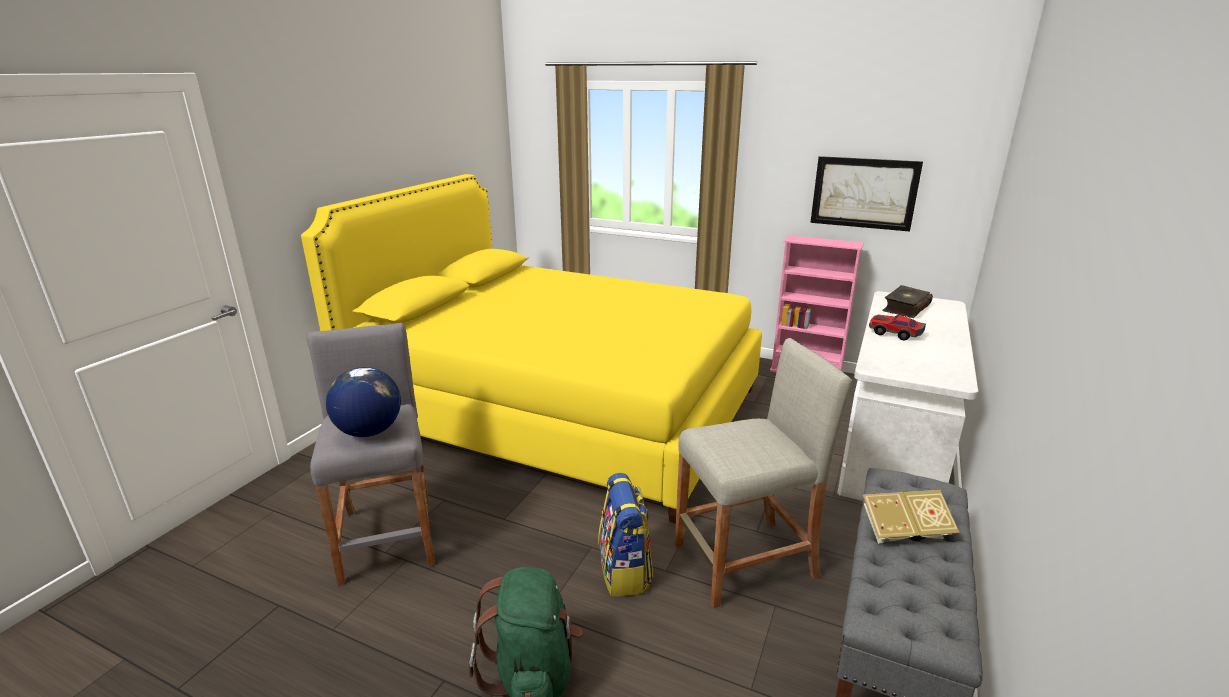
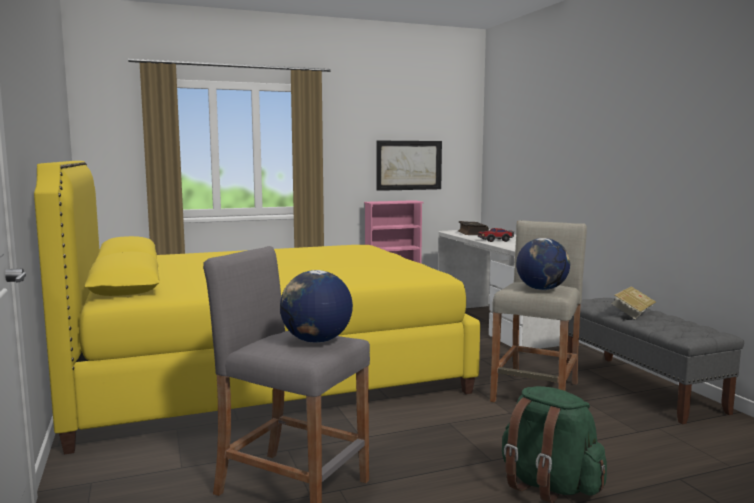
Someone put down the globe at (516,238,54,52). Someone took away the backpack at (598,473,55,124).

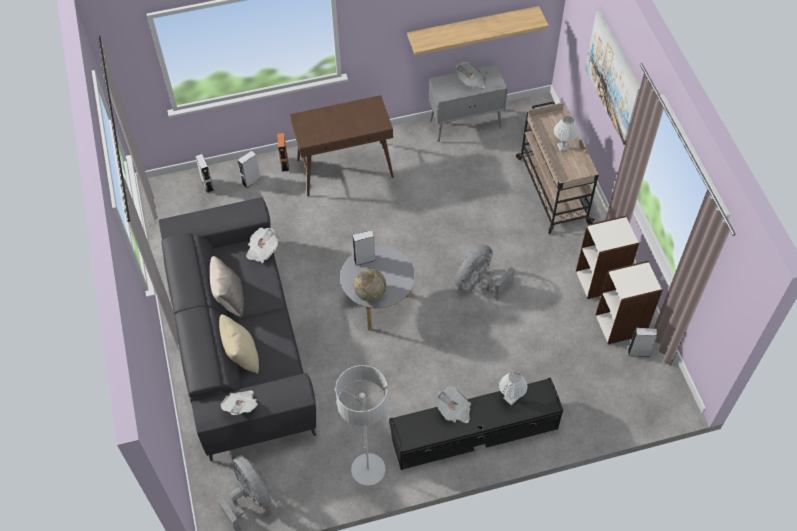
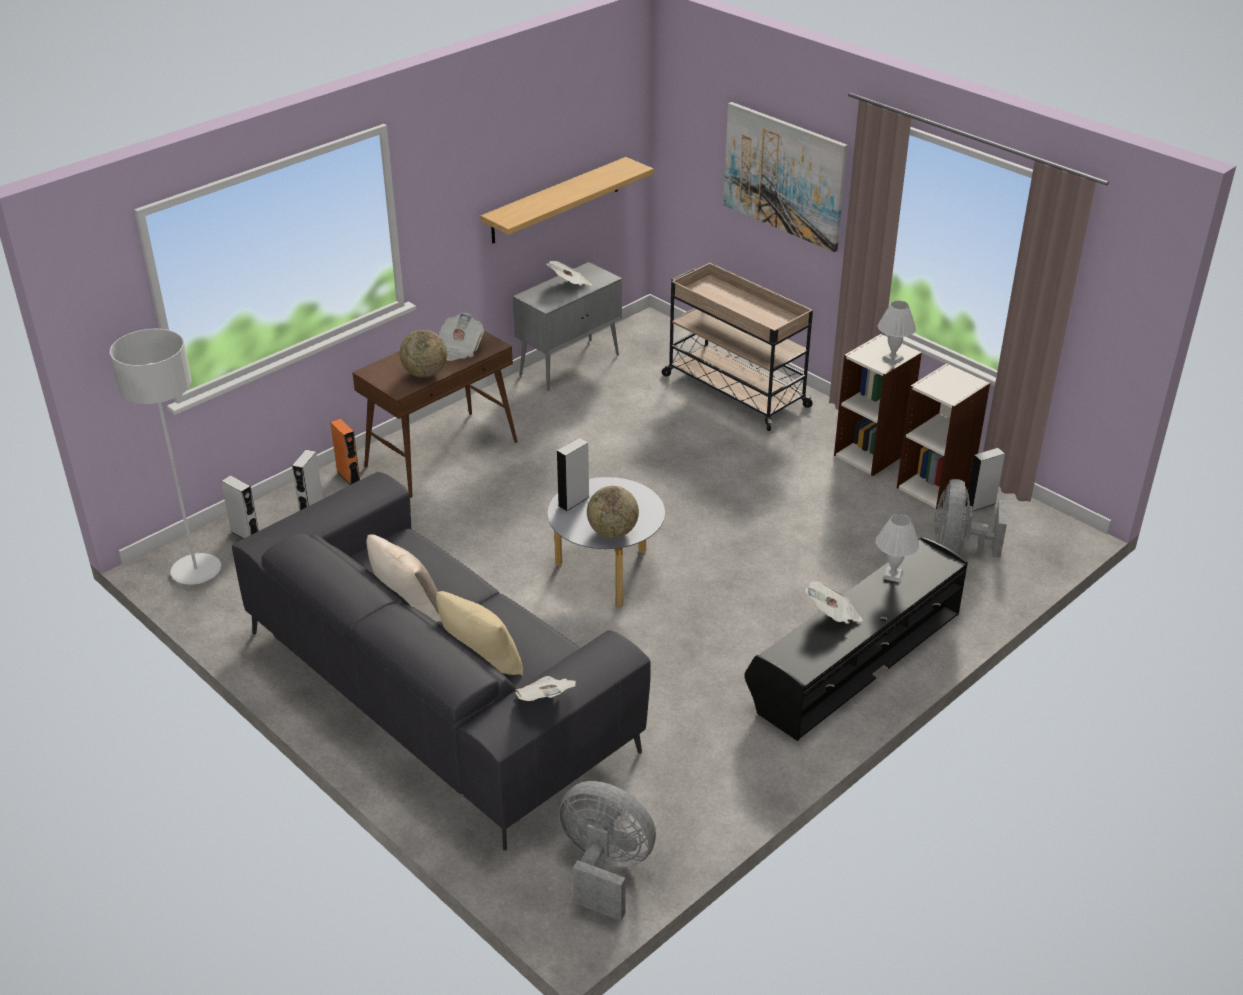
Someone carried the floor lamp (grey) from (335,365,53,120) to (110,329,111,256). Someone put down the globe at (400,330,47,48). Someone carried the newspaper from (246,228,32,35) to (438,313,46,48). Someone carried the table lamp (white) from (554,116,25,36) to (878,301,38,64). Someone carried the fan (grey) from (455,244,60,56) to (934,479,73,79).

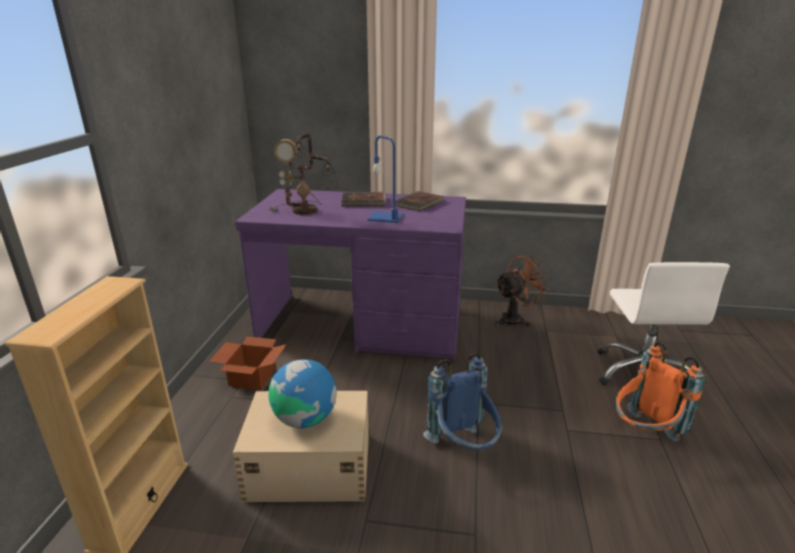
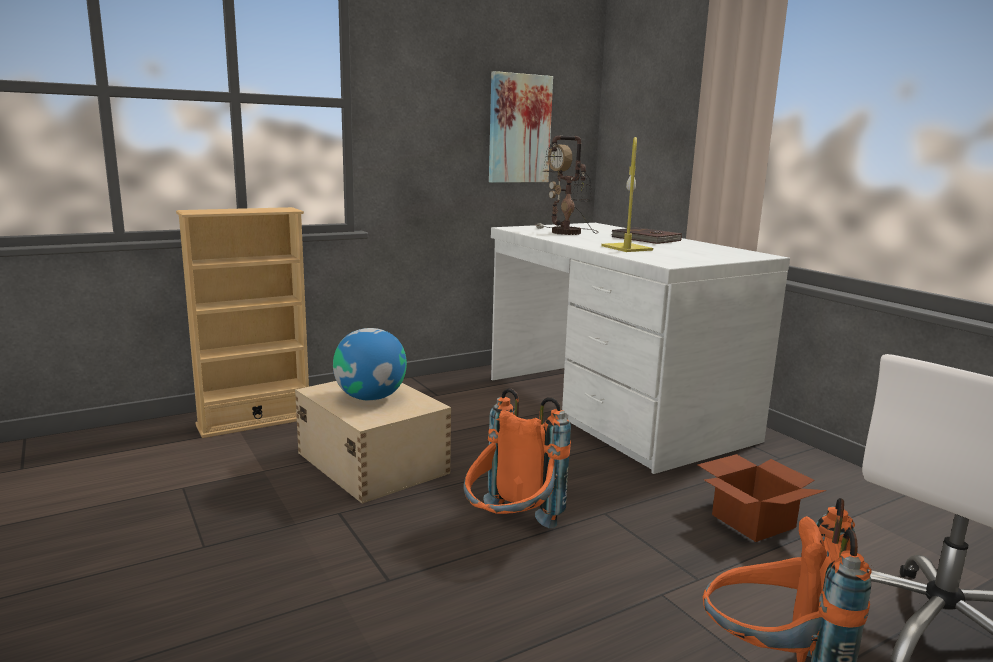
Someone repainted the backpack (blue) at (423,352,79,98), which became the backpack (orange) at (463,388,108,140). Someone put up the picture at (489,71,64,112). Someone repainted the desk (purple) at (235,189,231,172), which became the desk (white) at (491,223,299,251). Someone repainted the table lamp (blue) at (368,135,35,88), which became the table lamp (yellow) at (601,137,52,115). Someone carried the cardboard box from (209,336,78,54) to (698,454,129,88). Someone took away the book (brown) at (395,191,50,21). Someone took away the fan (brown) at (495,254,55,73).

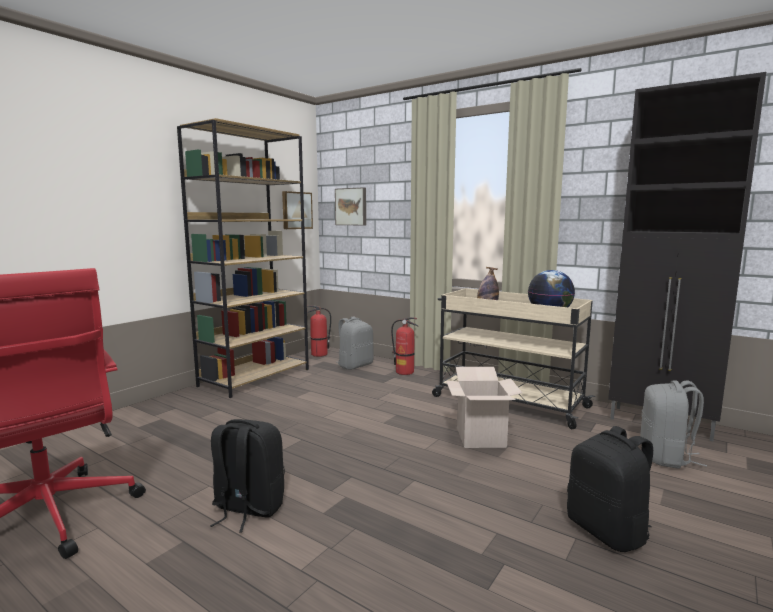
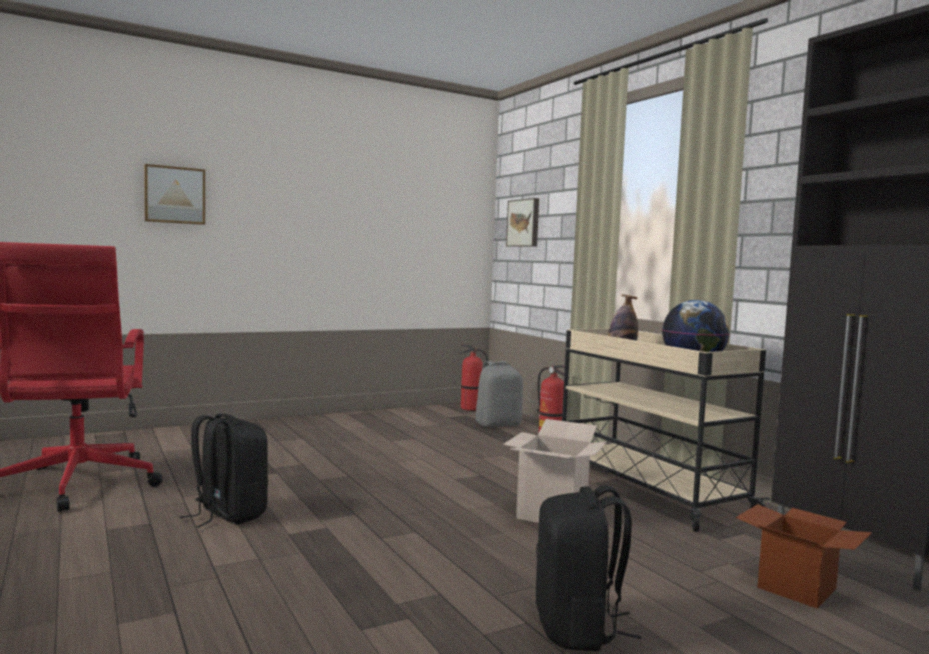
Someone carried the picture from (282,191,31,38) to (144,164,61,61). Someone swapped the backpack (grey) at (640,380,67,89) for the cardboard box at (736,504,136,105). Someone took away the bookcase (brown) at (177,118,132,280).

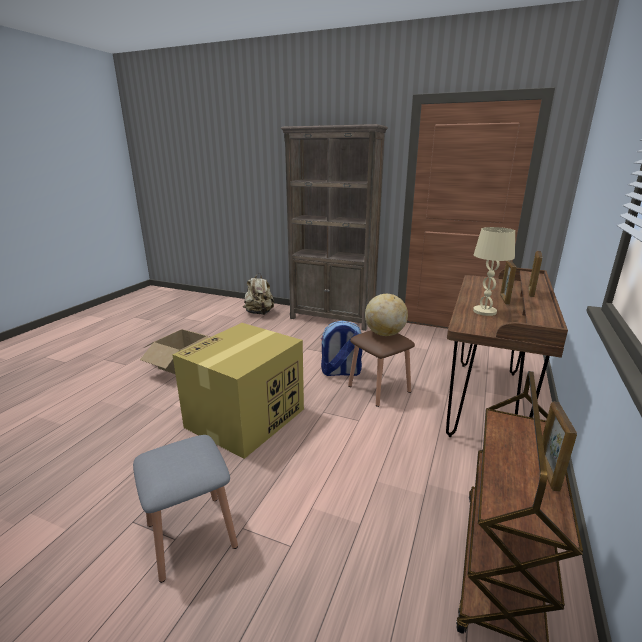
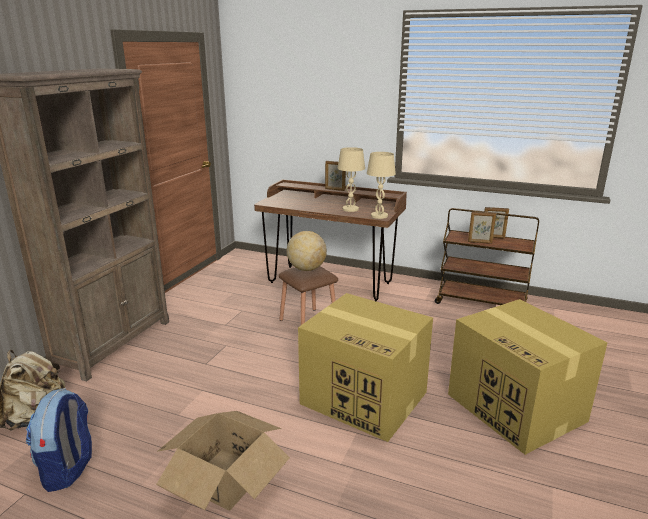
Someone carried the backpack from (321,321,41,55) to (26,388,66,104). Someone put down the table lamp (beige) at (367,152,29,67). Someone swapped the stool (grey) at (133,435,105,148) for the cardboard box at (448,299,160,156). Someone carried the picture frame from (500,260,17,45) to (468,211,28,33).

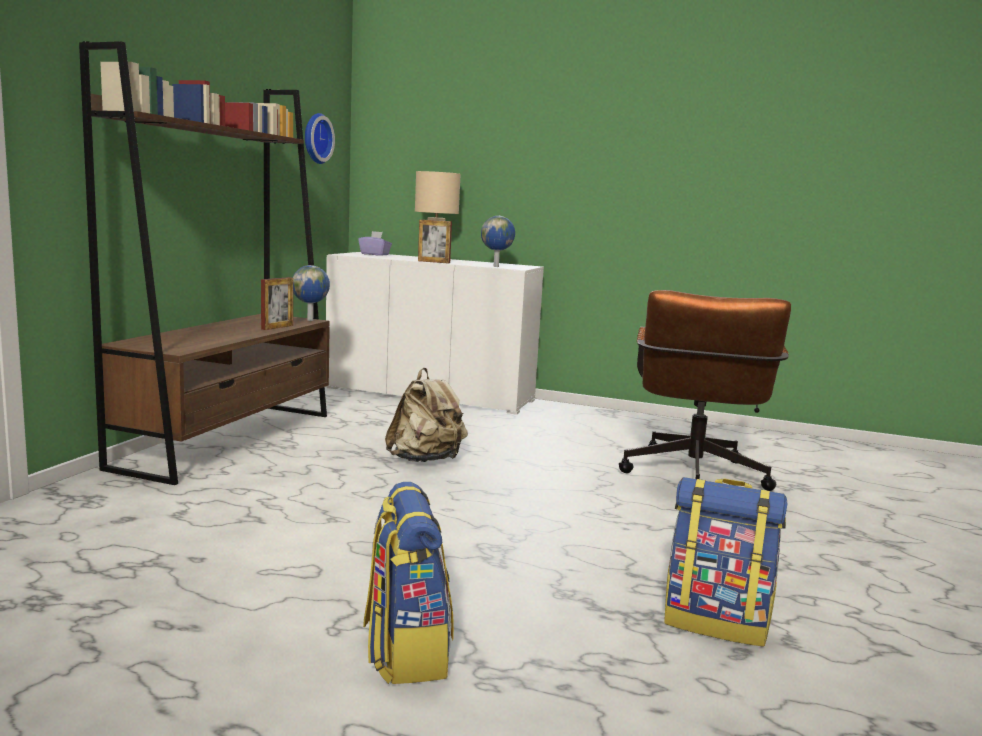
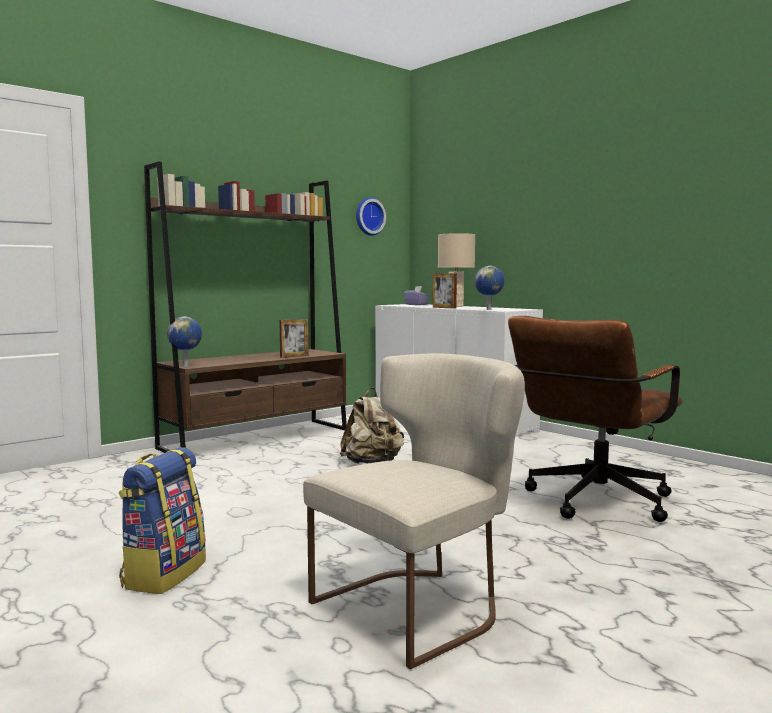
Someone carried the globe from (292,265,38,56) to (167,317,35,49). Someone swapped the backpack at (664,477,123,170) for the chair (beige) at (303,353,222,316).

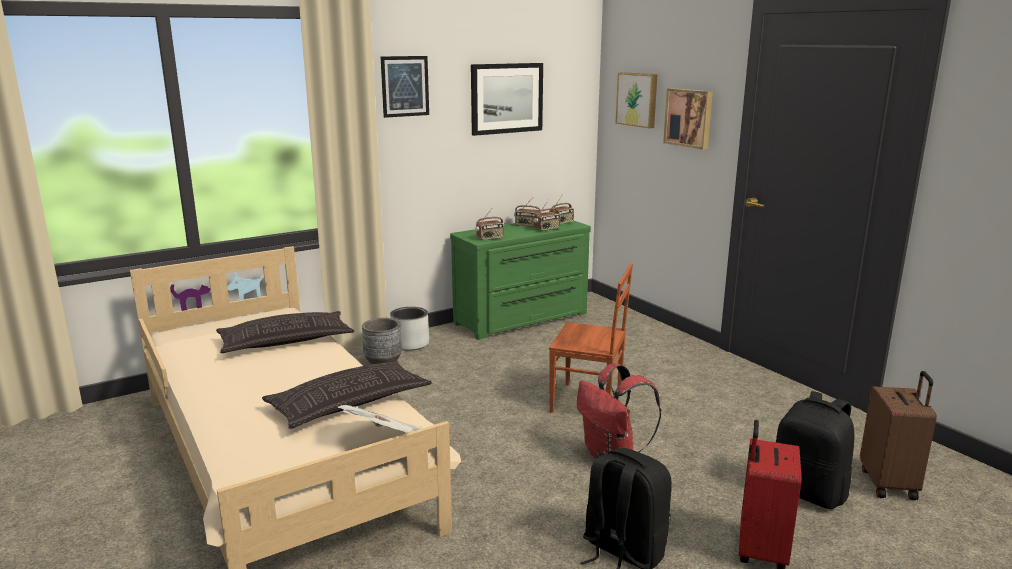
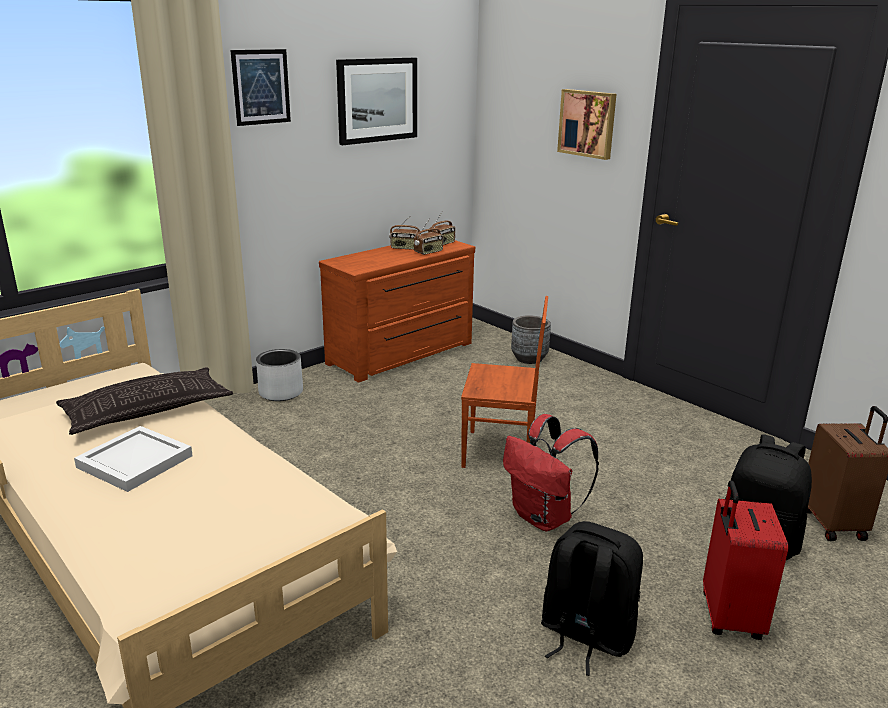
Someone put down the tray (white) at (74,426,119,66). Someone repainted the dresser (green) at (450,220,141,120), which became the dresser (brown) at (319,240,156,143). Someone carried the planter (grey) from (362,318,40,46) to (511,315,40,49). Someone took away the pillow at (262,359,170,70). Someone took away the newspaper at (338,405,85,28). Someone took away the radio at (475,209,29,31). Someone took away the picture at (615,72,43,56).

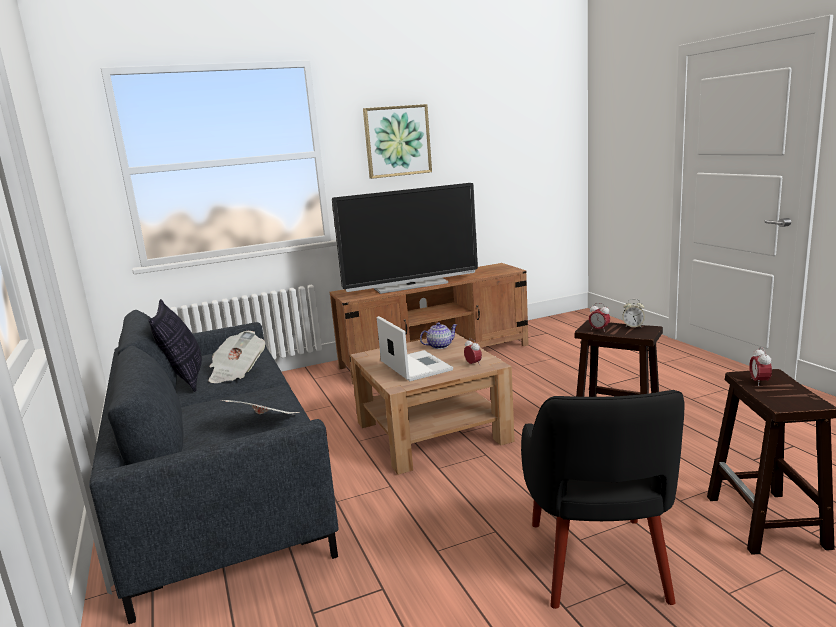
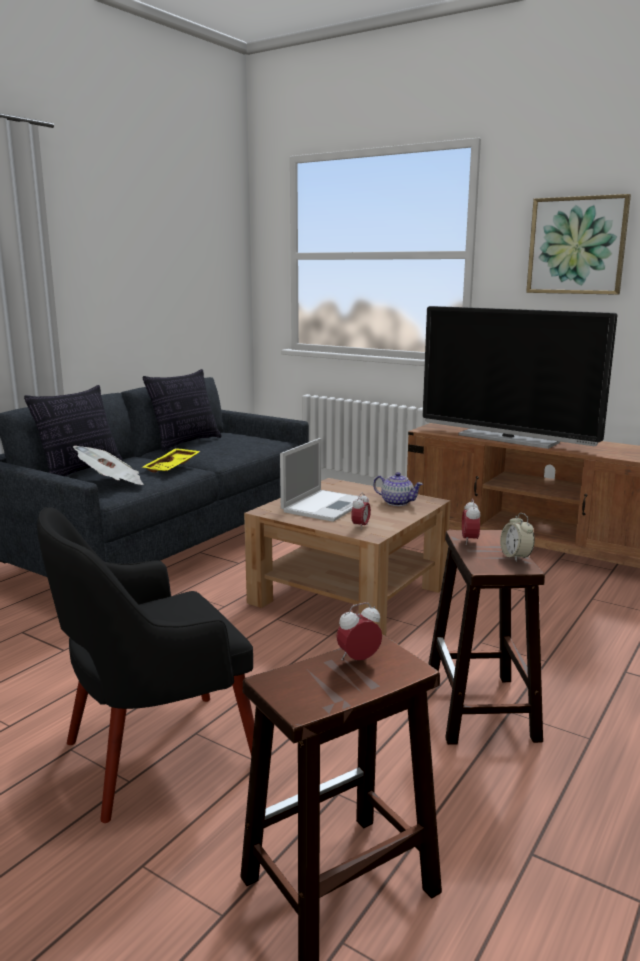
Someone put down the pillow at (24,385,100,92). Someone put down the tray (yellow) at (143,448,58,25). Someone took away the newspaper at (208,331,57,52).

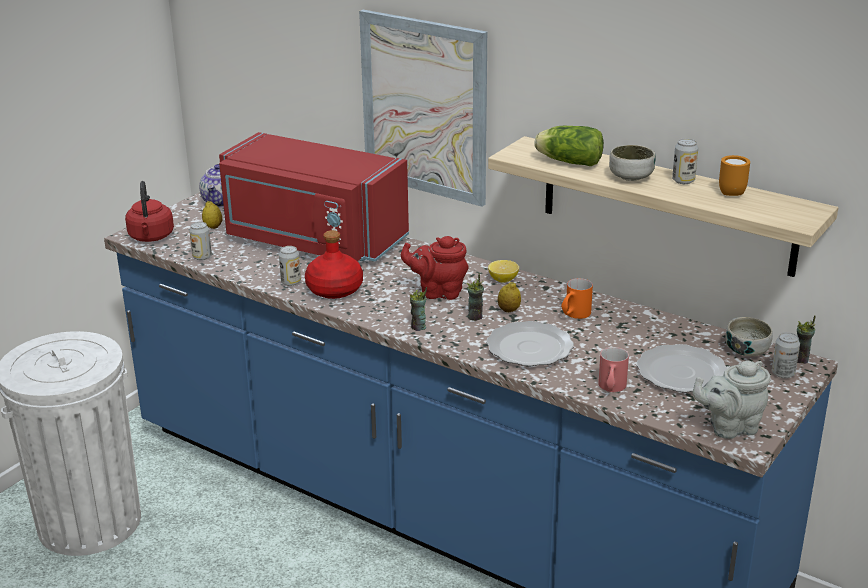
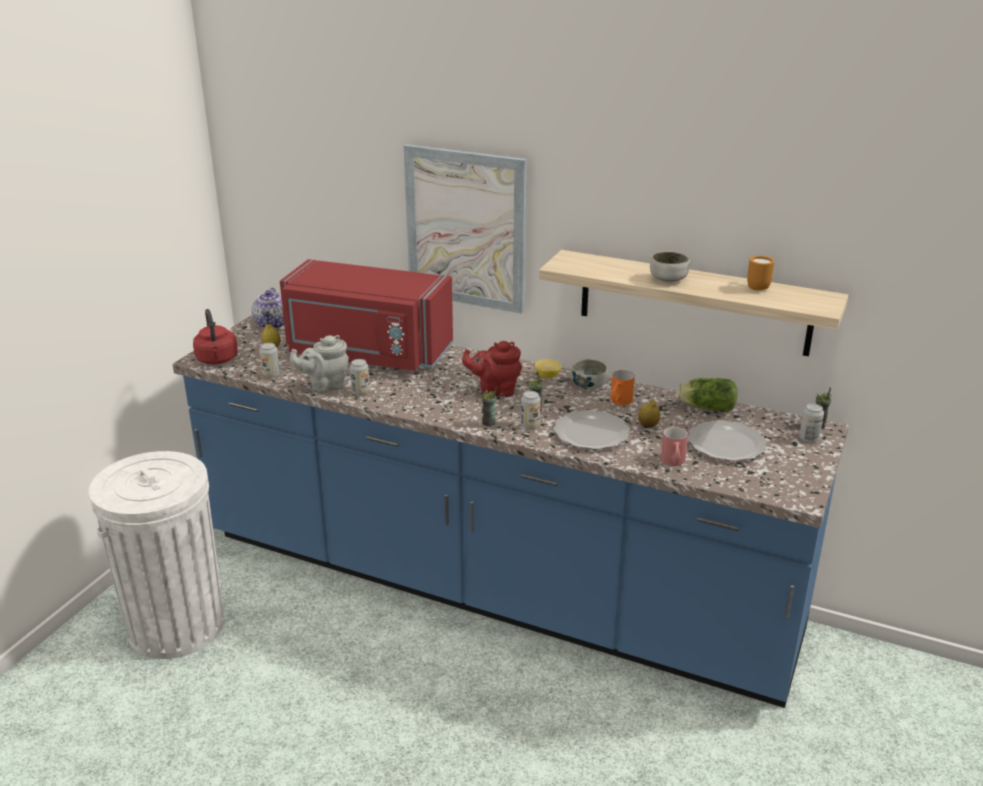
Someone carried the teapot (grey) from (693,361,78,78) to (290,335,59,58). Someone carried the can from (672,138,26,46) to (521,391,20,38). Someone carried the bowl from (726,317,47,39) to (572,359,36,30). Someone carried the lemon from (498,282,23,30) to (638,400,22,28). Someone carried the lettuce from (534,126,70,40) to (677,378,60,34). Someone took away the bottle (red) at (305,230,58,69).

